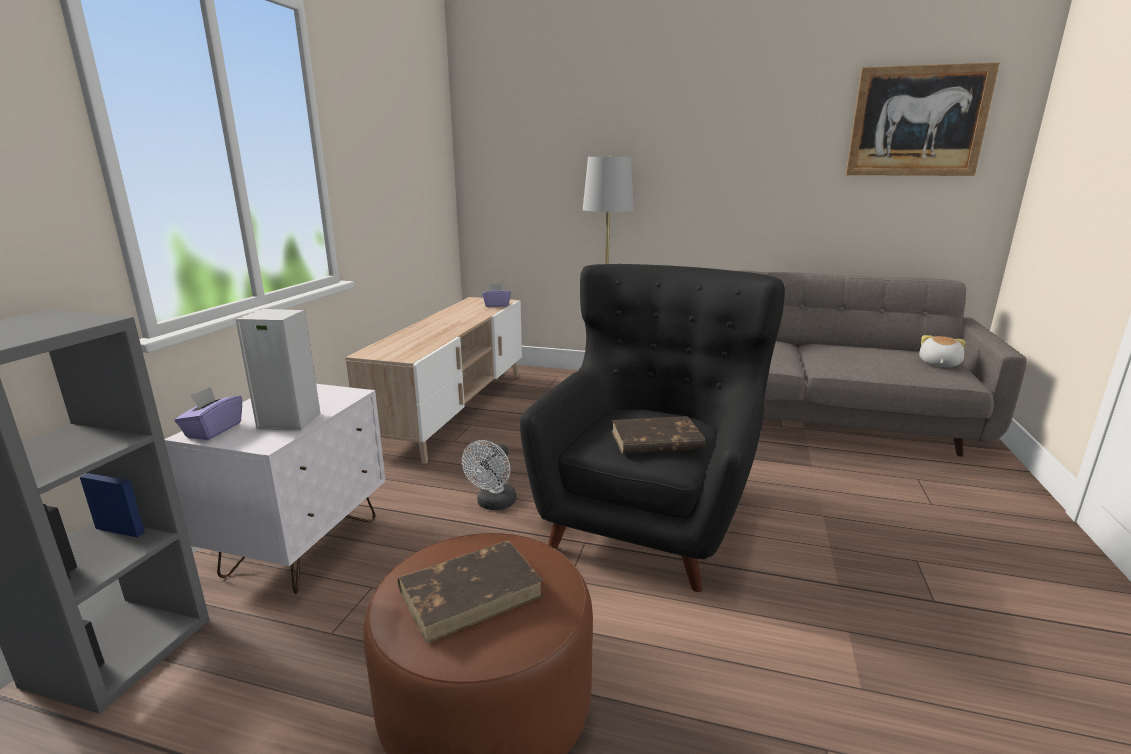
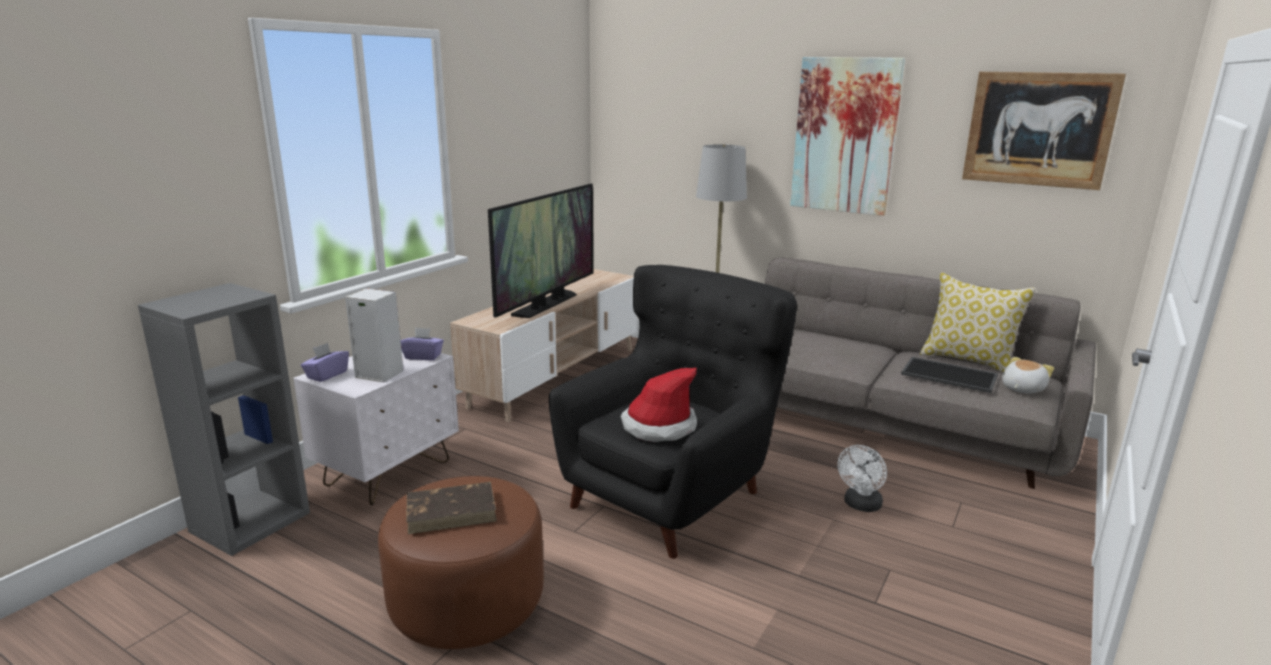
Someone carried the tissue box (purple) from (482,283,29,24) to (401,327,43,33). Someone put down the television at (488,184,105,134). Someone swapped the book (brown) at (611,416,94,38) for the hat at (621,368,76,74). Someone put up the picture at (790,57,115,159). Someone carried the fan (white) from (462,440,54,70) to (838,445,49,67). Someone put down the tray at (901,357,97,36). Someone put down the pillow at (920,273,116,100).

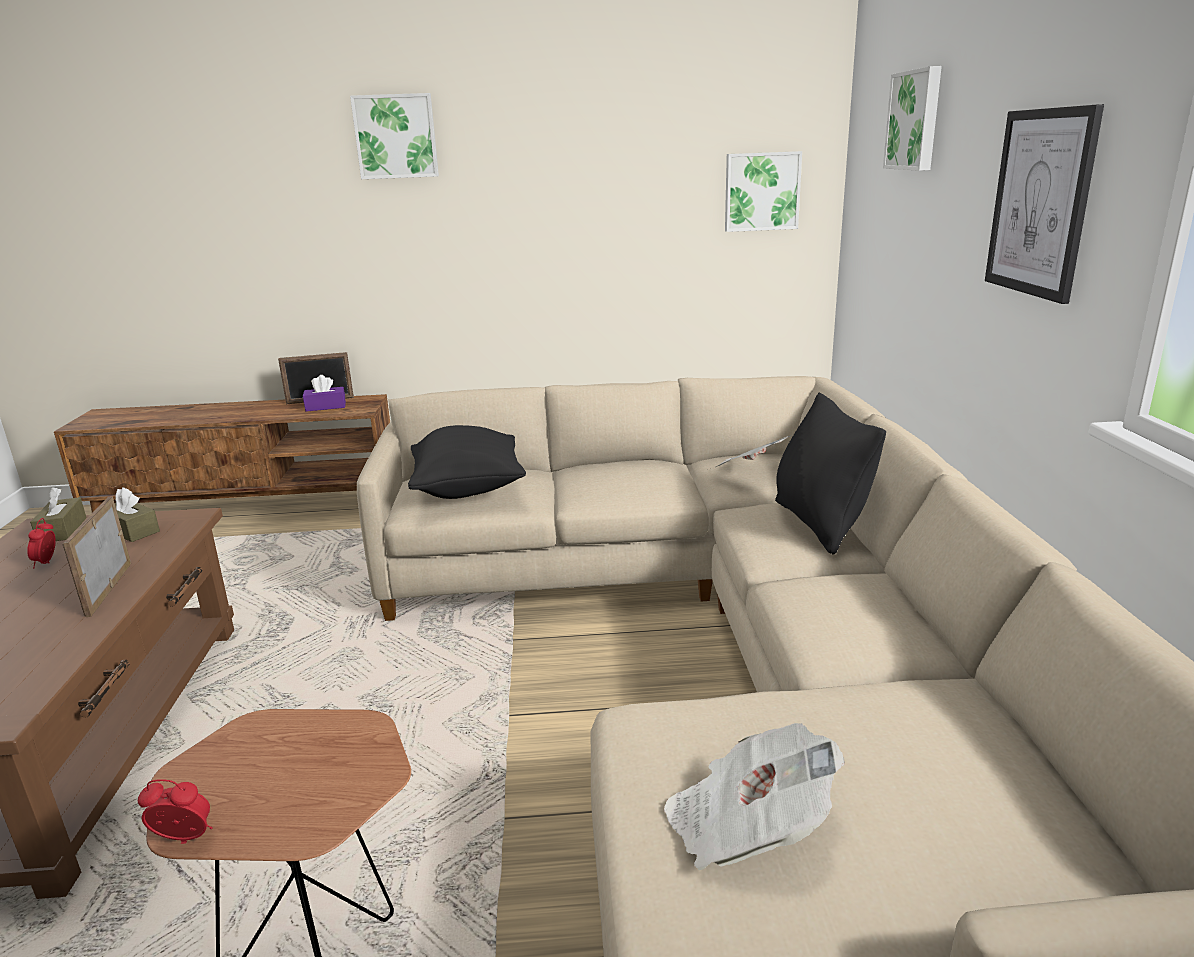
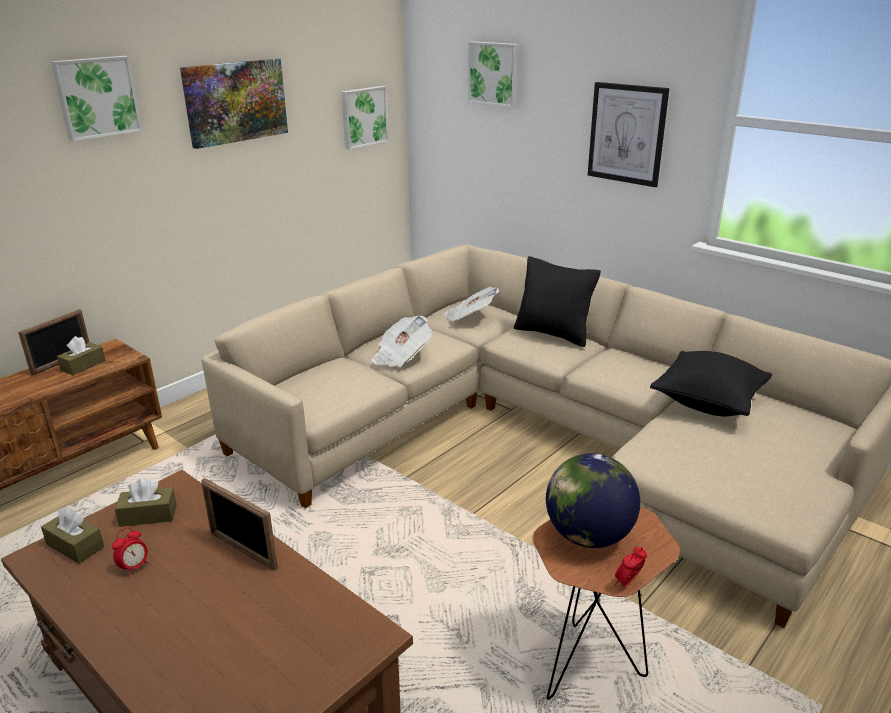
Someone repainted the tissue box (purple) at (303,375,43,37), which became the tissue box (brown) at (57,336,48,39). Someone rotated the alarm clock at (27,518,29,50) by 90 degrees counterclockwise. Someone put up the picture at (180,58,108,91). Someone carried the newspaper from (664,723,181,147) to (371,316,61,51). Someone put down the globe at (546,453,94,95). Someone carried the pillow (black) from (408,425,118,74) to (650,351,122,65).

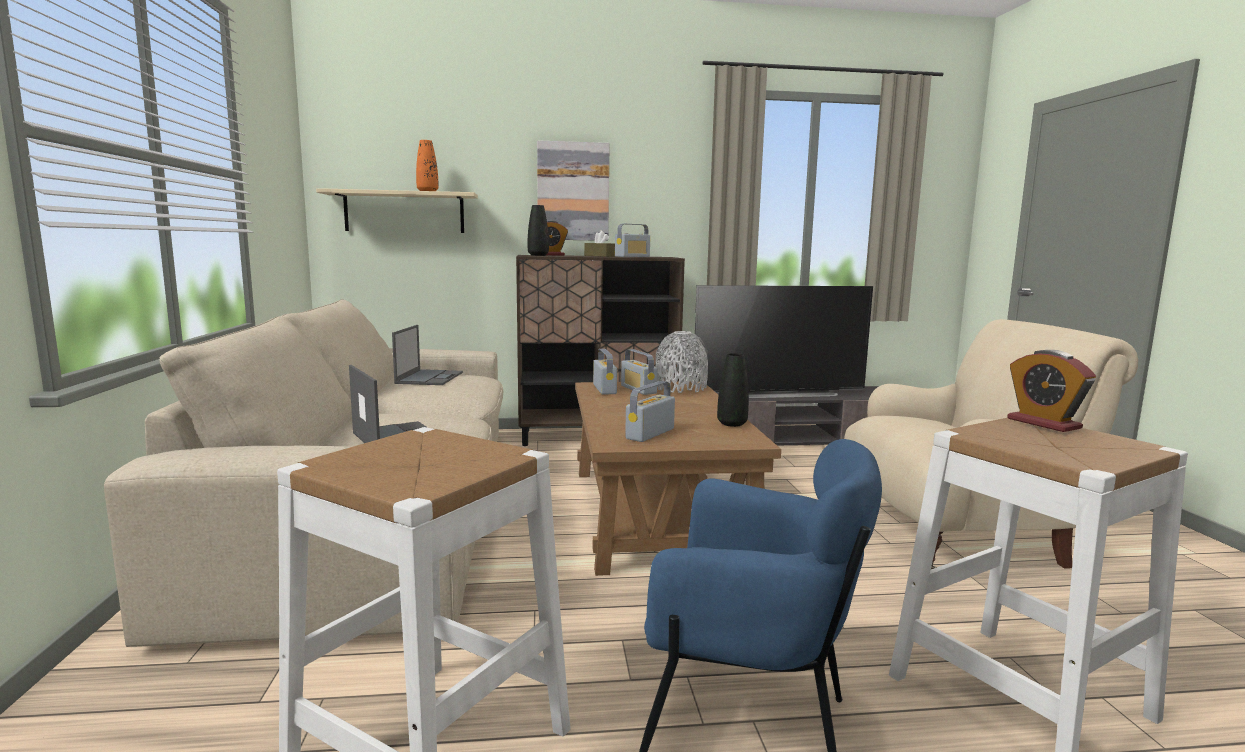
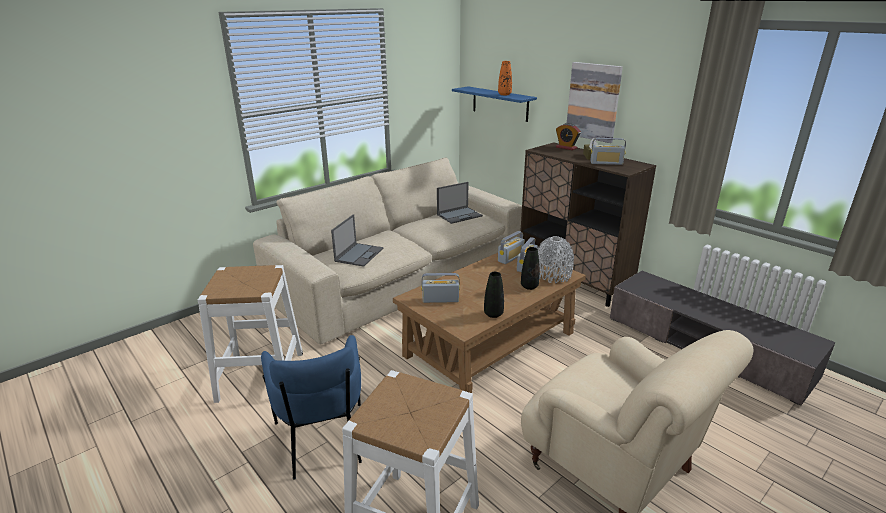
Someone repainted the shelf (beige) at (316,188,162,45), which became the shelf (blue) at (452,86,85,36). Someone carried the vase (black) from (528,205,21,51) to (521,247,19,43). Someone took away the television at (695,285,178,113). Someone took away the alarm clock at (1007,350,89,82).

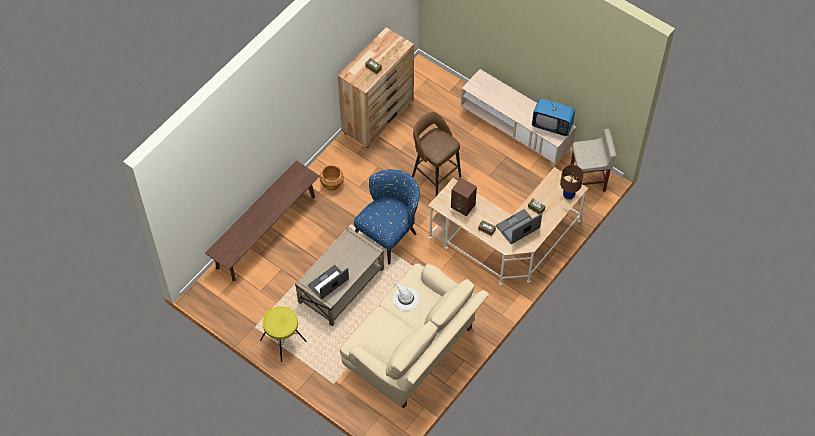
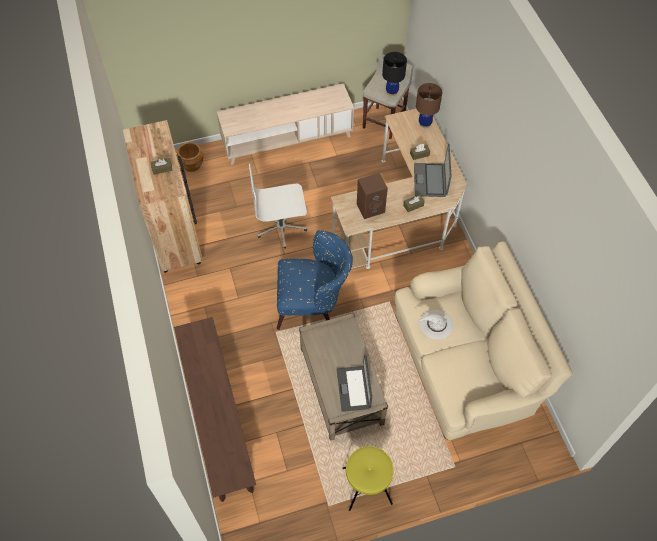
Someone carried the planter (brown) from (320,165,24,26) to (177,142,26,30). Someone swapped the stool (brown) at (412,112,49,84) for the office chair (white) at (249,163,58,86). Someone rotated the armchair (blue) at (354,169,66,96) by 105 degrees clockwise. Someone put down the table lamp (black) at (382,52,25,44). Someone took away the television at (532,96,43,40).

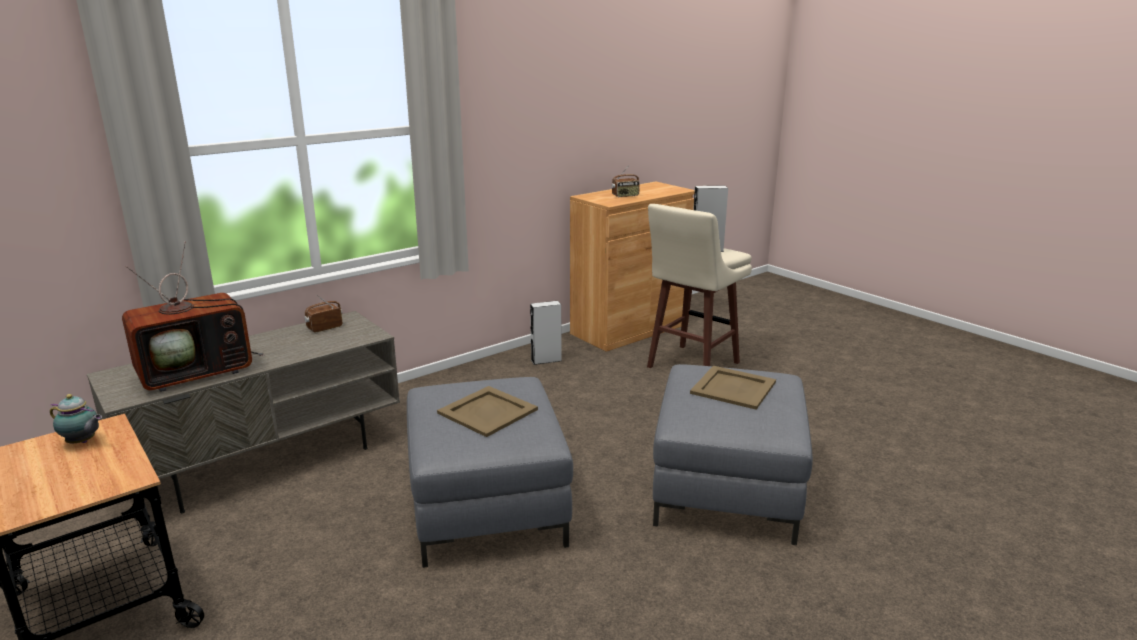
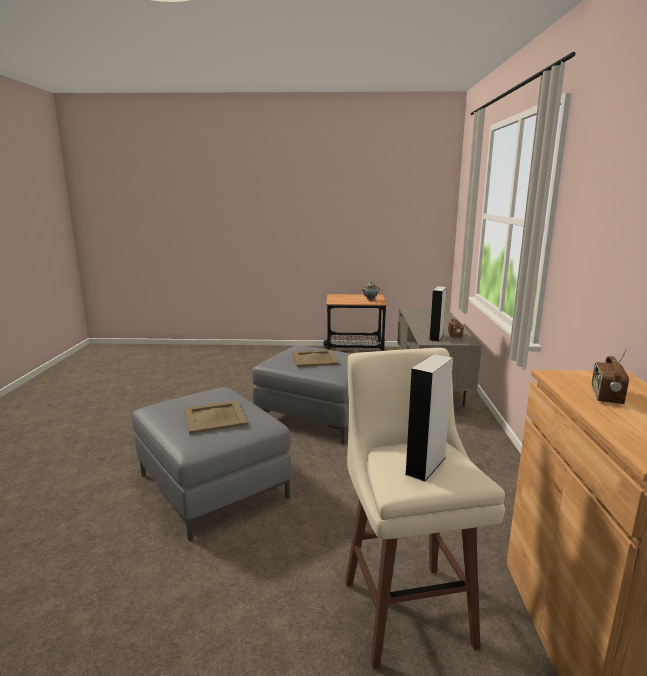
Someone carried the speaker (grey) from (530,301,32,64) to (429,286,18,56). Someone took away the television at (122,241,143,151).

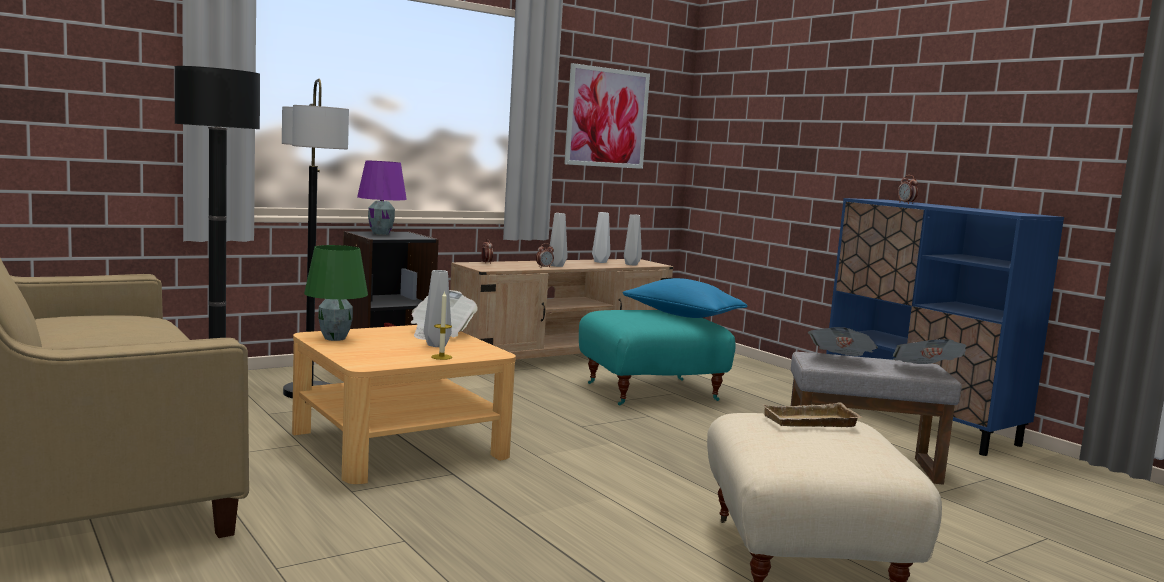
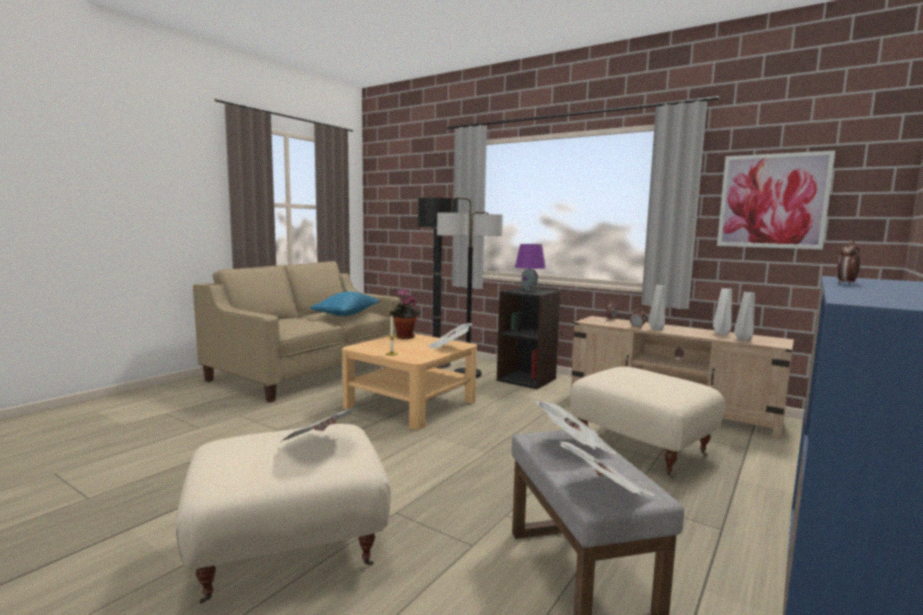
Someone swapped the tray (beige) at (762,402,100,25) for the newspaper at (280,407,79,35). Someone carried the pillow (blue) from (622,278,125,40) to (310,291,69,25). Someone swapped the table lamp (green) at (304,245,64,96) for the potted plant at (389,289,32,50). Someone repainted the ottoman (turquoise) at (579,310,156,96), which became the ottoman (beige) at (570,367,155,112). Someone took away the vase (grey) at (424,270,28,77).

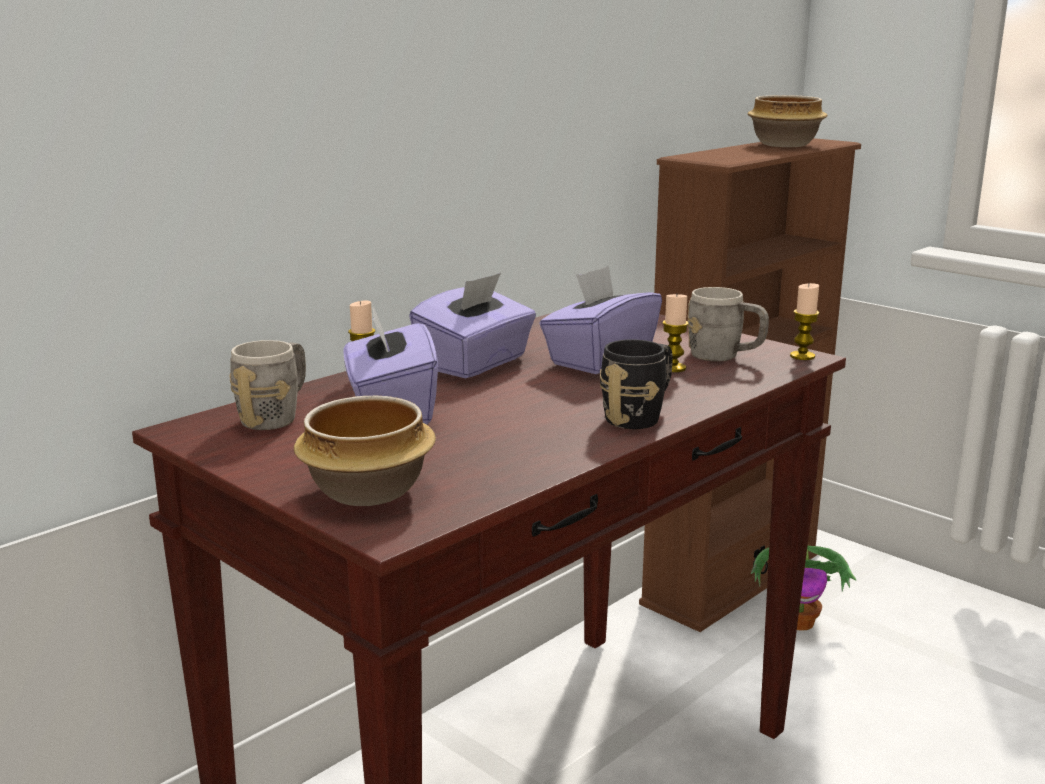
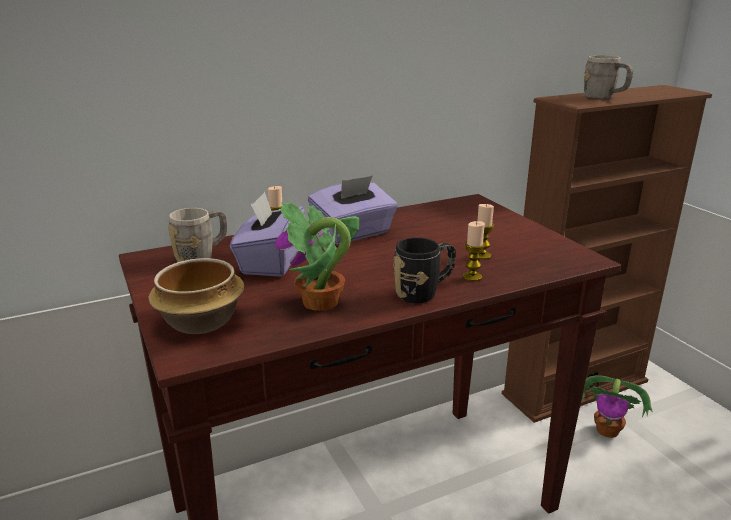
Someone put down the potted plant at (275,201,84,110). Someone carried the candle from (790,283,29,77) to (463,221,22,61). Someone carried the mug (grey) from (688,287,81,75) to (584,55,49,44). Someone took away the tissue box (purple) at (540,265,122,109). Someone took away the bowl at (747,95,81,52).

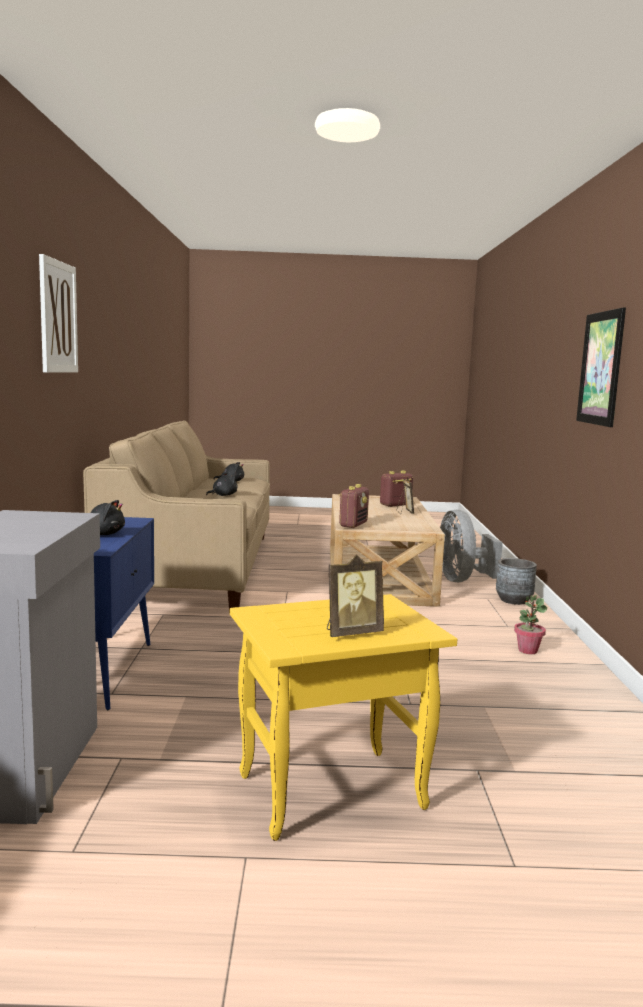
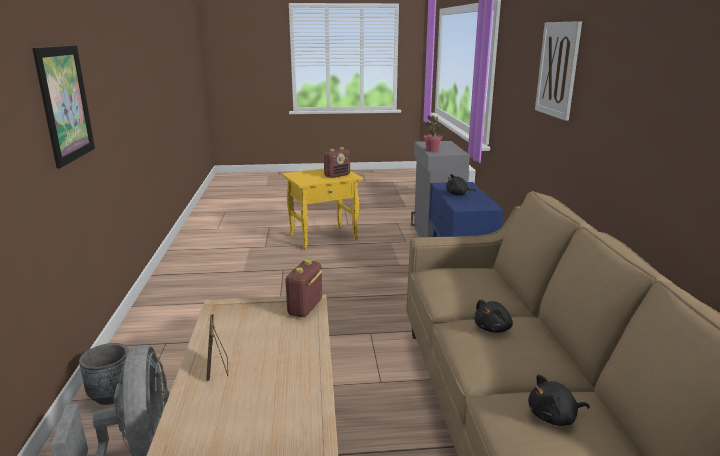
Someone carried the radio from (380,471,33,36) to (324,147,26,31). Someone carried the potted plant from (514,595,33,59) to (424,115,18,37). Someone took away the picture frame at (327,555,57,82).

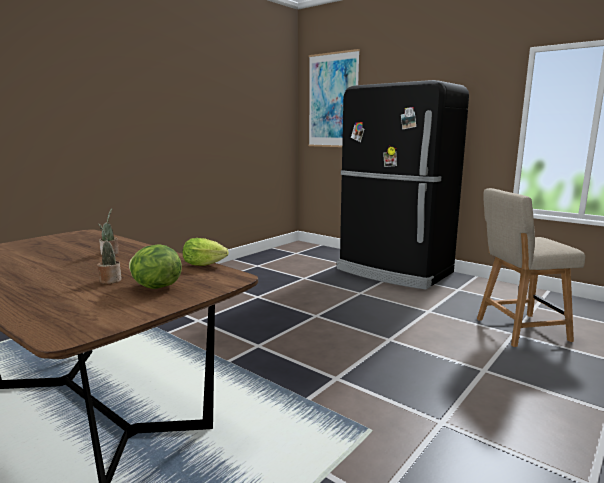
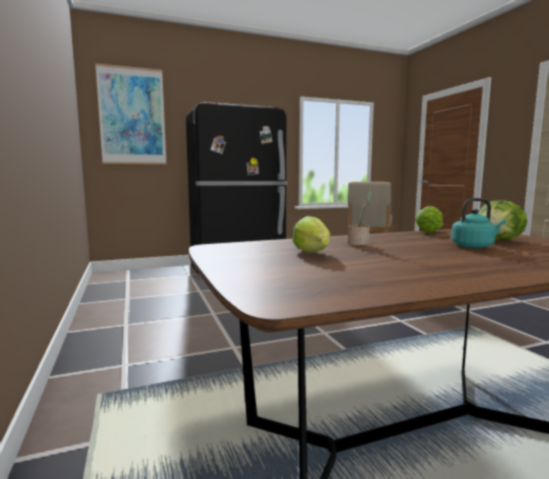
Someone put down the lettuce at (292,216,38,37). Someone swapped the potted plant at (97,223,25,61) for the kettle (turquoise) at (451,198,54,50).

